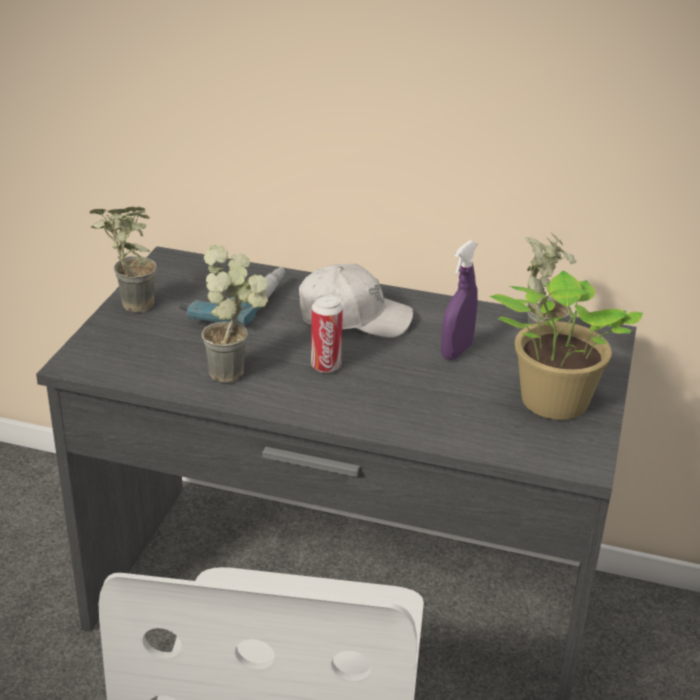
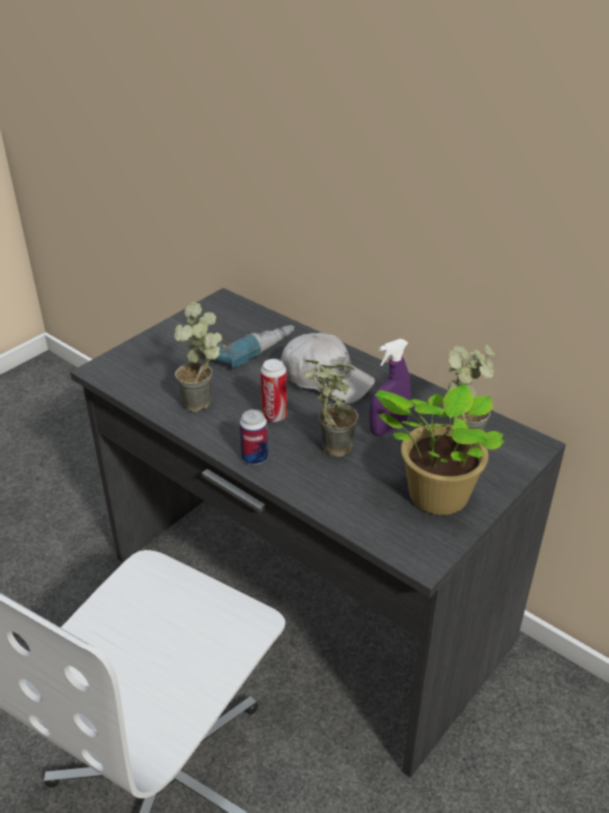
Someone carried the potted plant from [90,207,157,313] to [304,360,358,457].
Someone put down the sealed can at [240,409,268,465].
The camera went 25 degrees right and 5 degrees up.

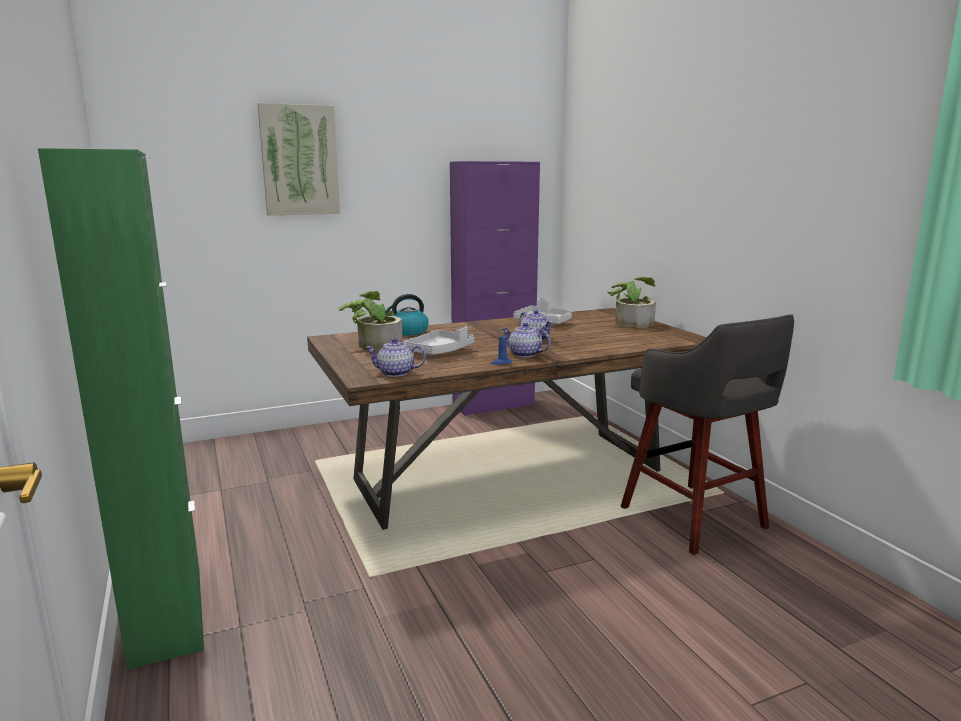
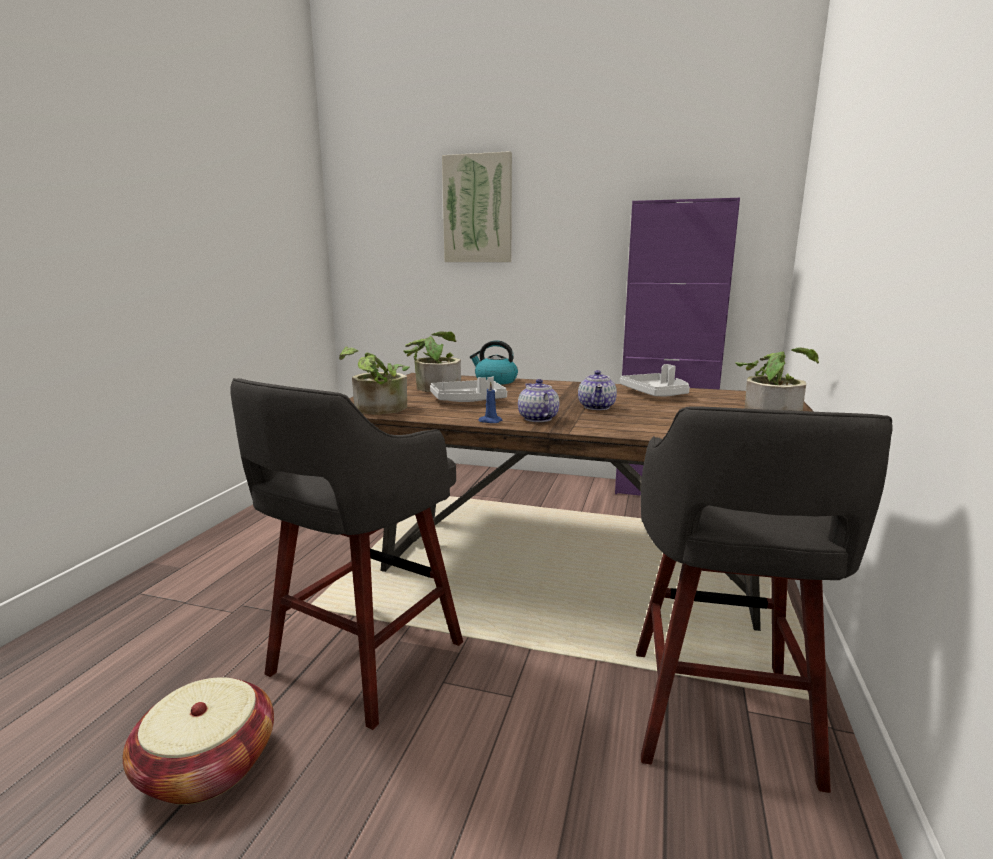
Someone took away the green-coloured cabinet at [38,148,204,670].
Someone swapped the teapot at [365,338,426,377] for the potted plant at [339,346,410,415].
Someone put down the storage basket at [123,677,274,805].
Someone put down the gray sitting stool at [231,378,463,730].
The camera went 40 degrees right and 0 degrees up.

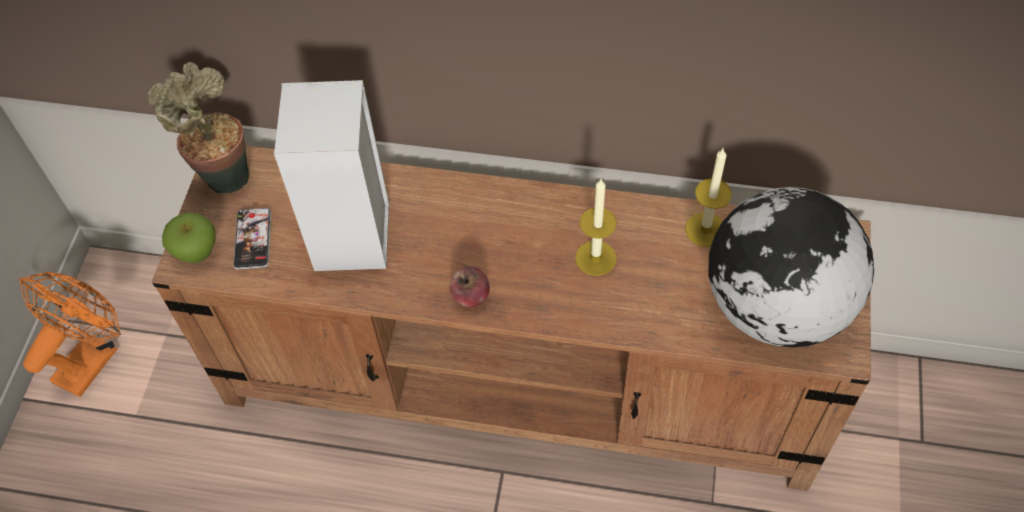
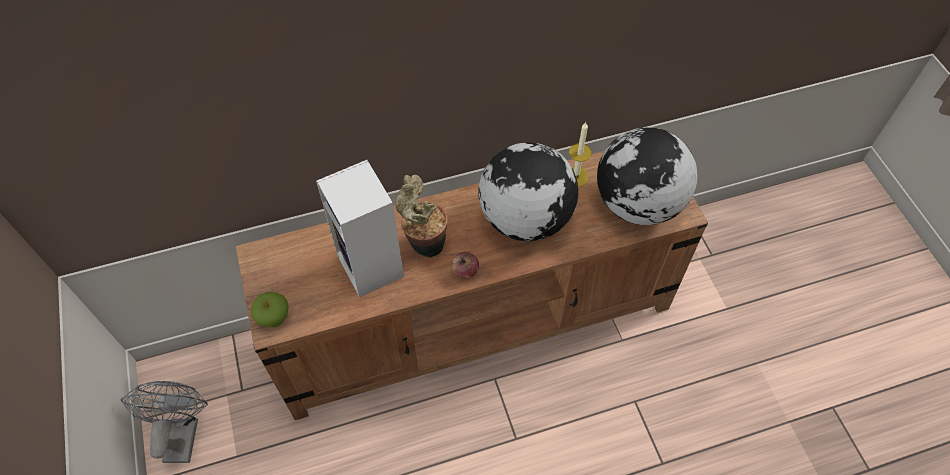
Someone repainted the orangey electric fan at [20,272,121,397], which became the gray electric fan at [120,381,208,463].
Someone carried the potted plant from [148,62,249,194] to [396,175,447,257].
Someone took away the telephone at [233,208,271,270].
Someone swapped the wax candle at [575,179,617,276] for the world globe at [478,142,578,241].
The camera went 30 degrees left and 0 degrees up.

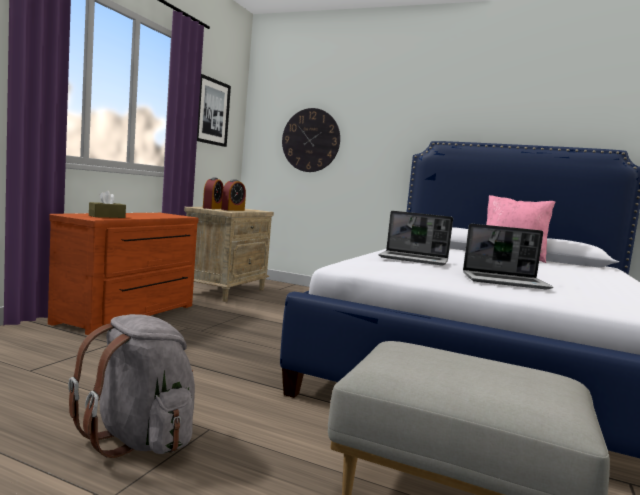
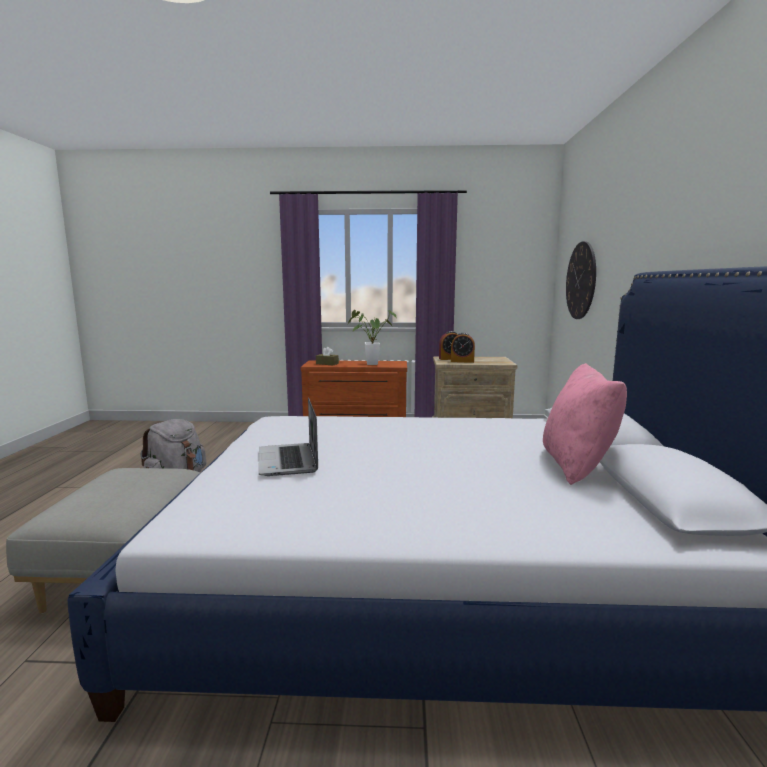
Someone took away the picture at [197,74,231,147].
Someone took away the portable computer at [379,211,453,266].
Someone put down the potted plant at [348,310,396,365].
The camera went 70 degrees right and 5 degrees up.

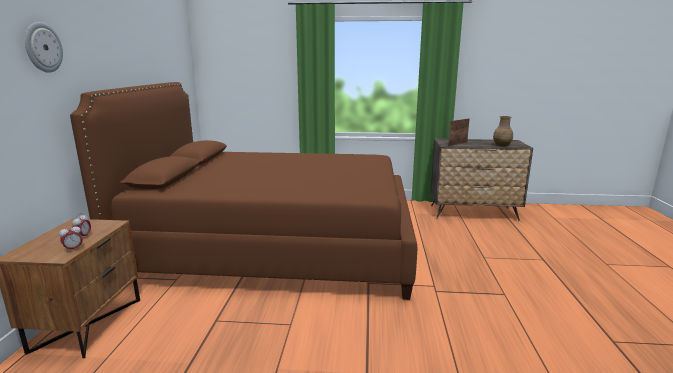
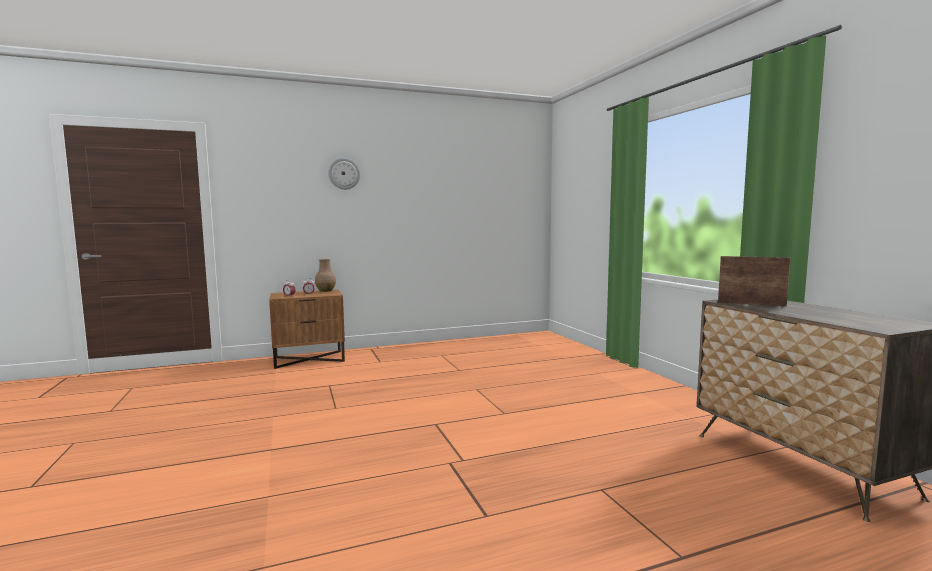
Someone took away the brown-coloured bedroom bed at [70,82,417,300].
Someone carried the brown-coloured flower vase from [493,116,513,147] to [315,259,336,292].
The camera went 65 degrees right and 10 degrees down.

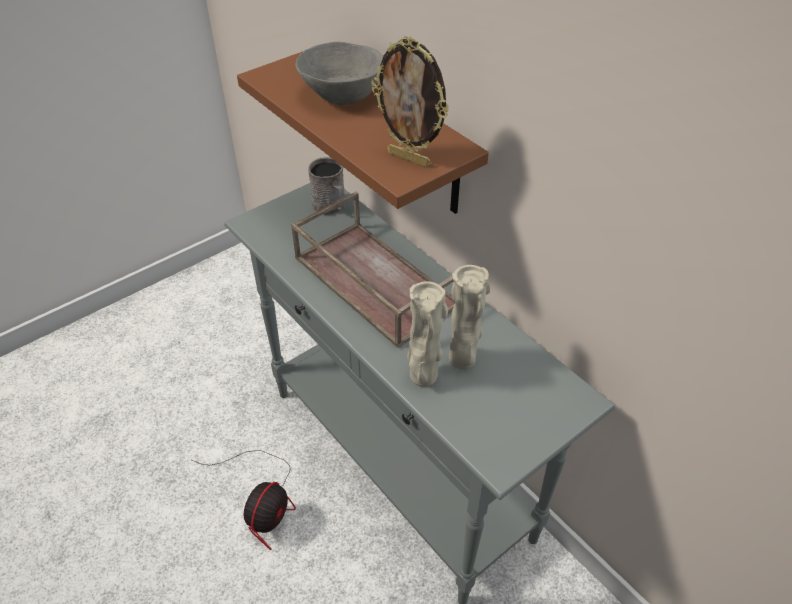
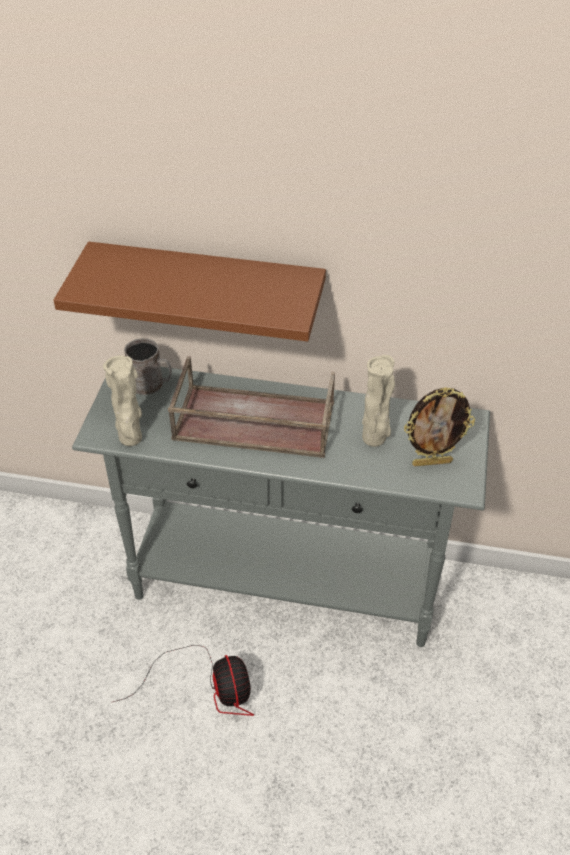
Someone took away the gray serving bowl at [296,42,383,105].
Someone carried the picture frame from [371,36,449,168] to [404,387,475,466].
Someone carried the beige-coloured flower vase from [407,281,448,387] to [103,355,142,446].
The camera went 40 degrees left and 0 degrees up.

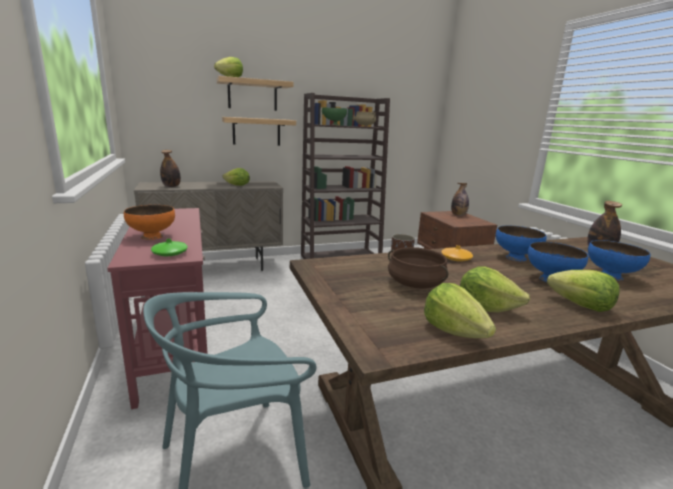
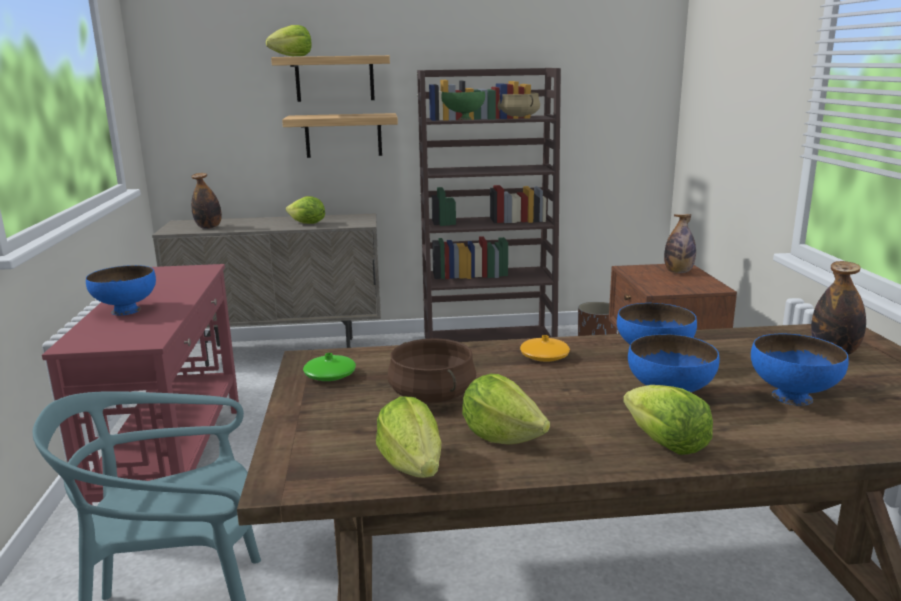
Someone repainted the orangey serving bowl at [124,205,175,240], which became the blue serving bowl at [86,265,156,316].
Someone carried the green-coloured flower vase from [151,239,188,256] to [303,353,356,381].
The camera went 15 degrees right and 0 degrees up.

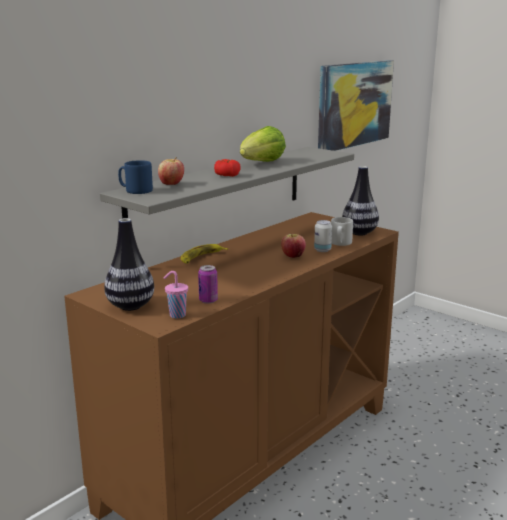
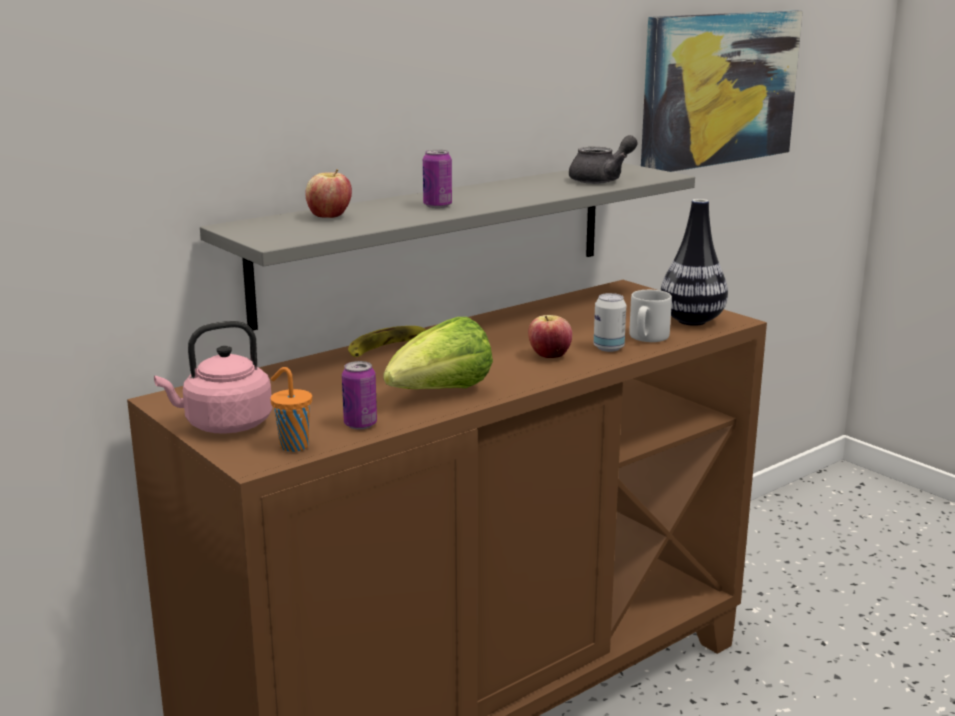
Someone swapped the flower vase at [104,218,154,311] for the pinkish tea kettle at [154,321,272,434].
Someone took away the blue coffee mug at [118,160,153,194].
Someone repainted the pinkish cup at [164,271,188,318], which became the orangey cup at [270,367,312,452].
Someone swapped the fresh tomato at [214,159,241,177] for the sealed can at [423,150,452,208].
Someone carried the lettuce from [240,126,286,162] to [383,317,493,389].
Someone put down the gray teapot at [569,135,638,184].
The camera went 10 degrees right and 0 degrees up.

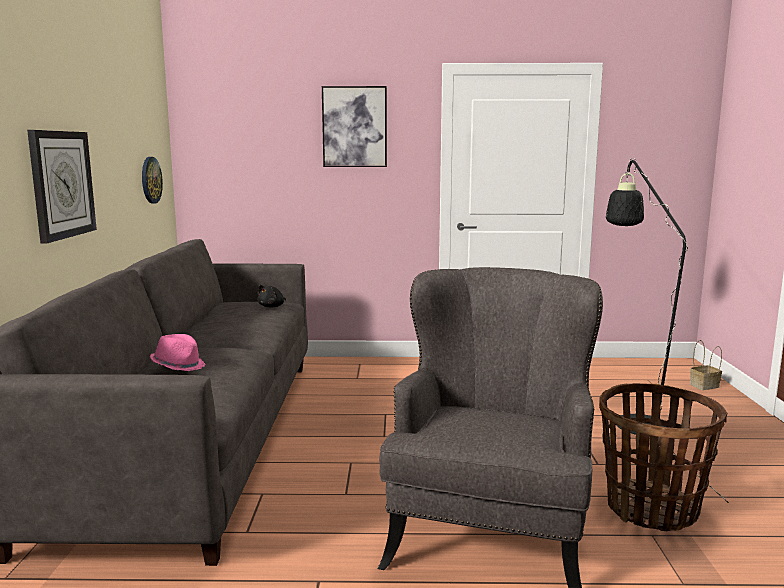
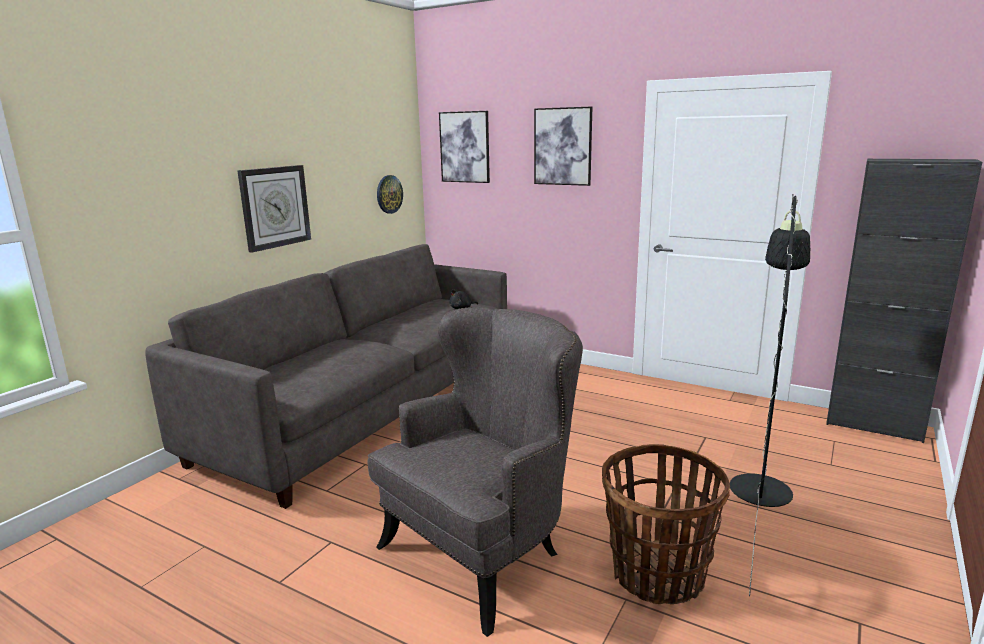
Someone took away the pinkish wearable hat at [150,334,206,371].
Someone took away the storage basket at [690,340,722,390].
Someone put up the picture at [439,111,490,183].
Someone put down the blackish cabinet at [826,159,982,443].
The camera went 30 degrees right and 5 degrees up.

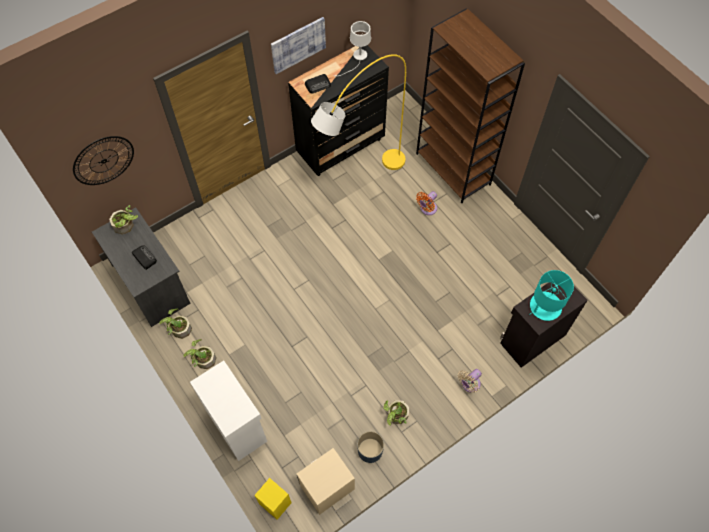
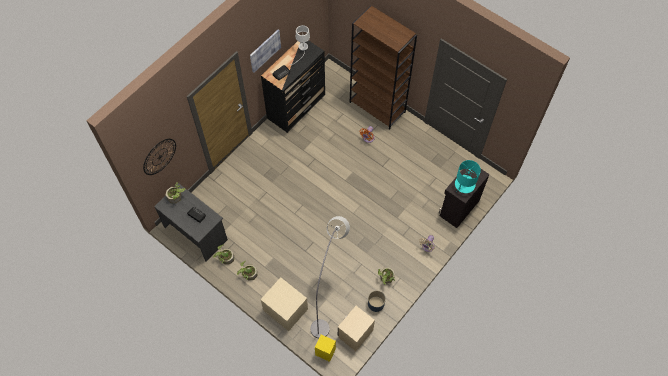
Someone swapped the white cabinet at [190,360,267,461] for the beige-coloured bedside table at [260,277,308,331].
Someone took away the yellowish standard lamp at [311,54,406,170].
Someone put down the gray standard lamp at [310,216,350,338].
The camera went 15 degrees left and 0 degrees up.

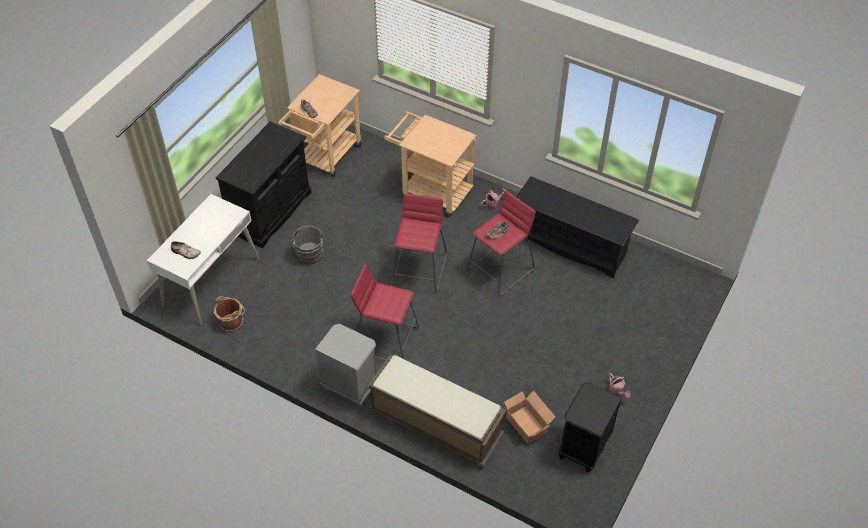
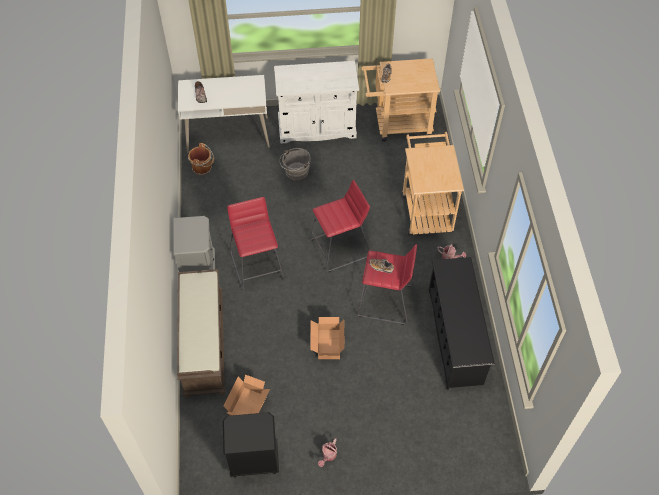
Someone repainted the blackish cabinet at [216,122,312,248], which became the white cabinet at [274,61,359,143].
Someone put down the cardboard box at [310,317,345,359].
The camera went 55 degrees right and 5 degrees up.

